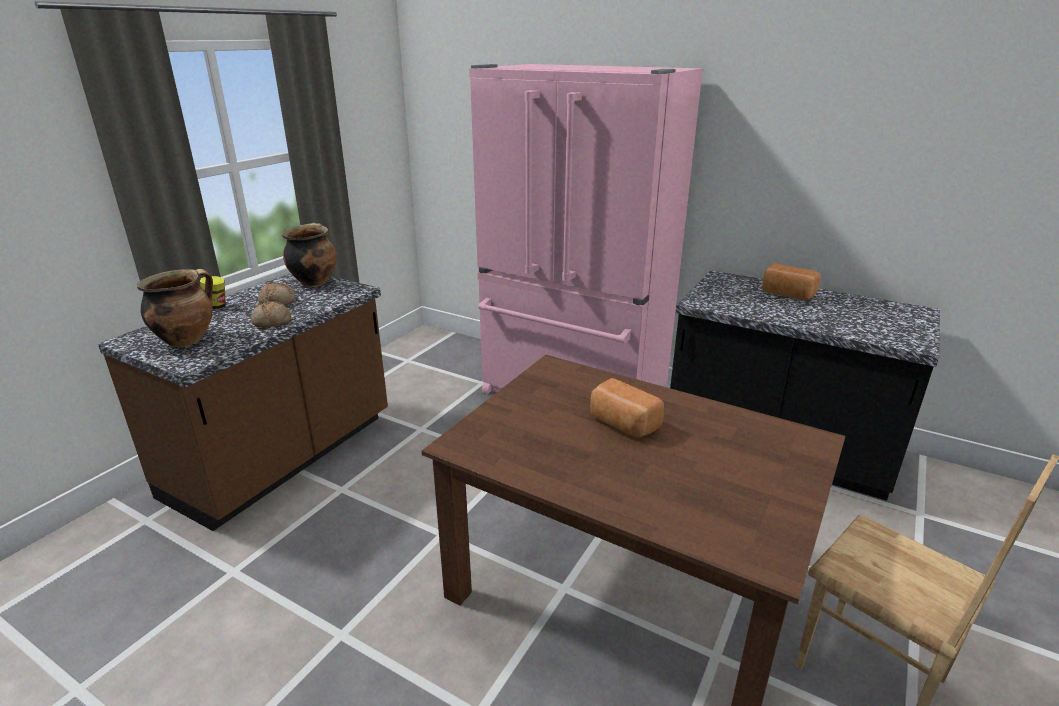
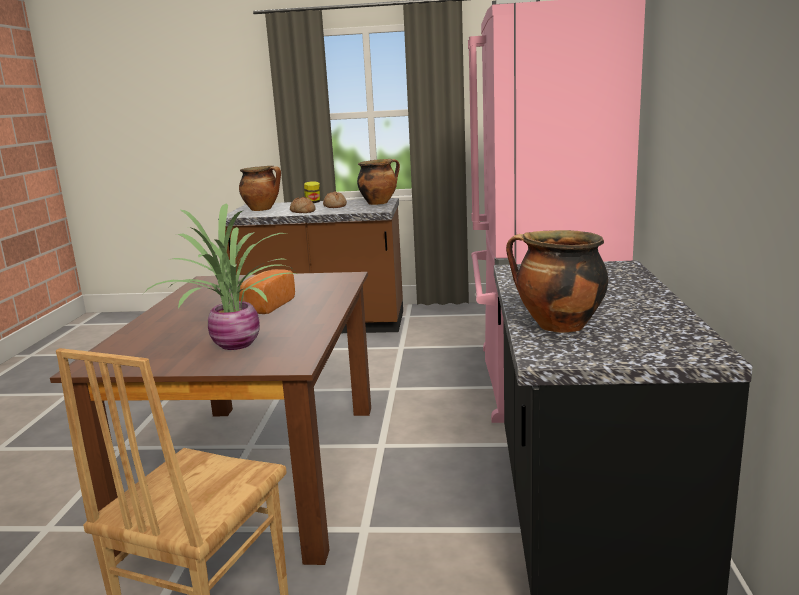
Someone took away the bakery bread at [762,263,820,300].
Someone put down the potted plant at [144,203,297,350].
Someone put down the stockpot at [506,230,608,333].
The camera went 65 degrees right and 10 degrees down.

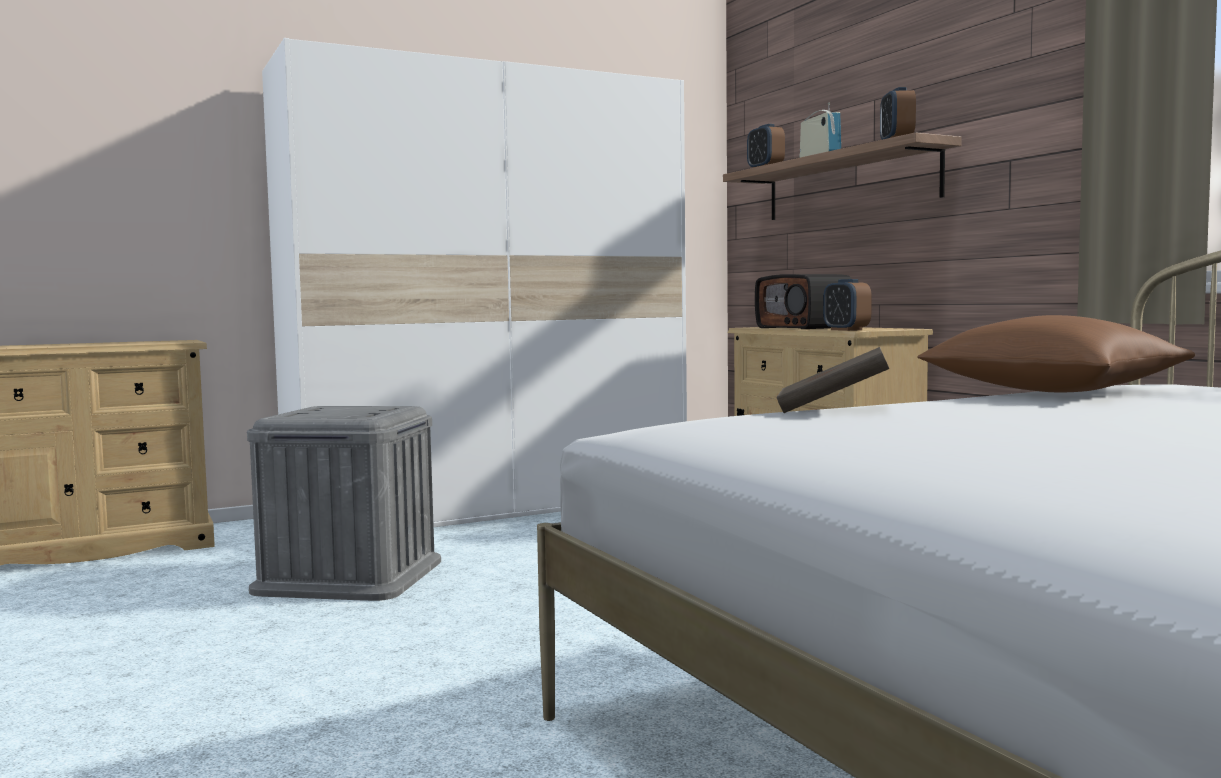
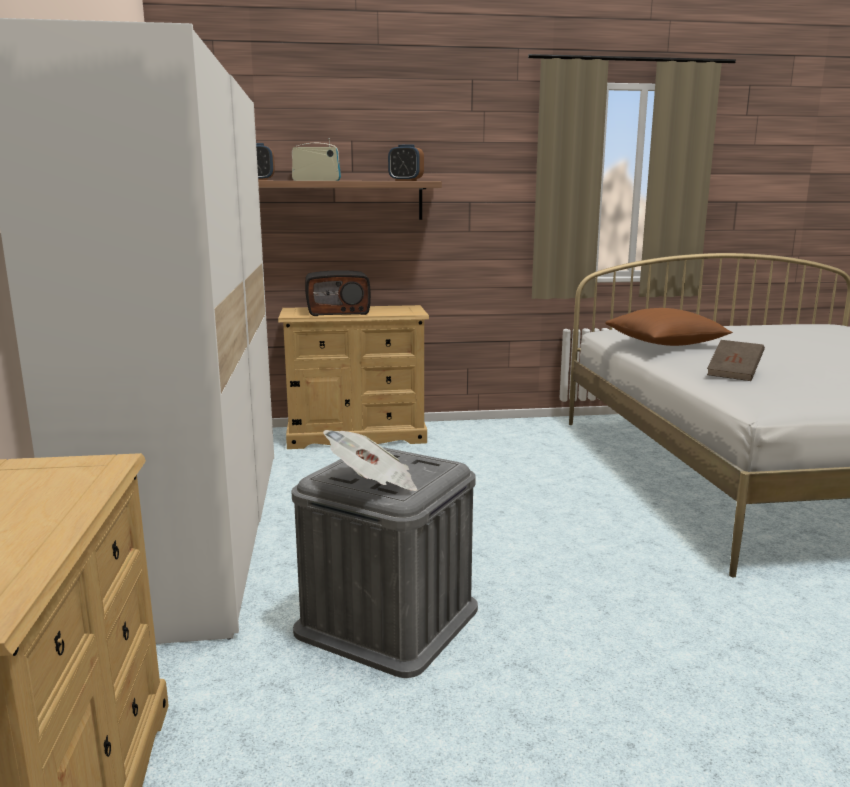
Someone took away the table clock at [823,279,872,331].
Someone put down the daily paper at [323,430,418,491].
The camera went 70 degrees left and 10 degrees up.

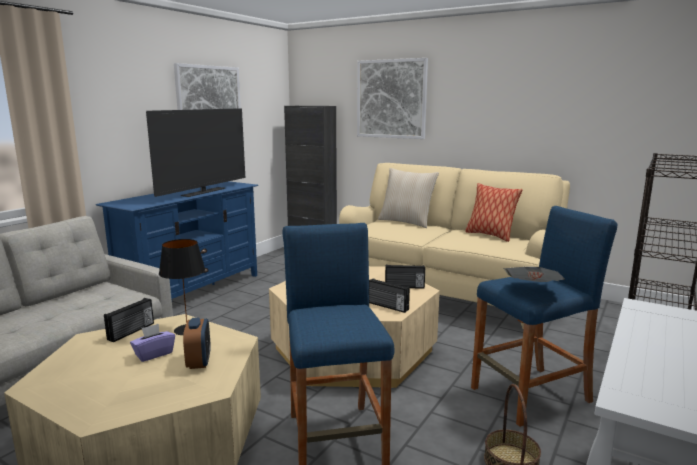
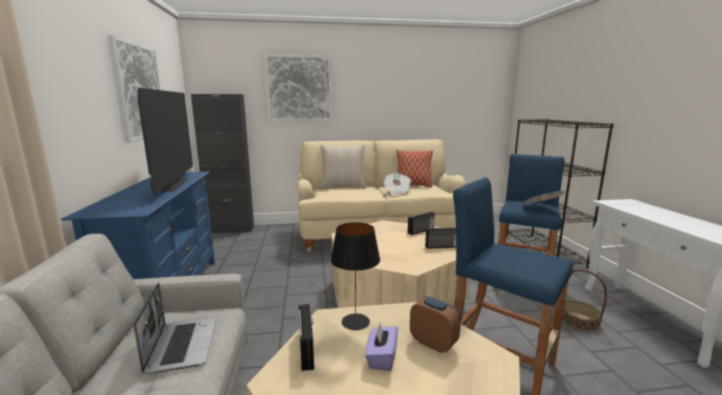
Someone put down the portable computer at [133,283,216,375].
Someone put down the daily paper at [383,172,411,195].
The camera went 40 degrees left and 0 degrees up.

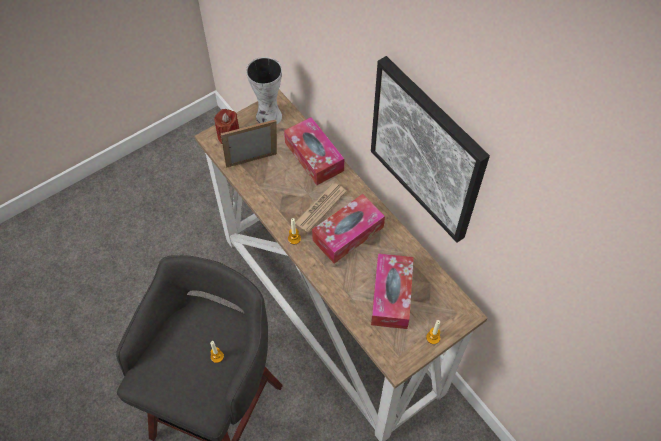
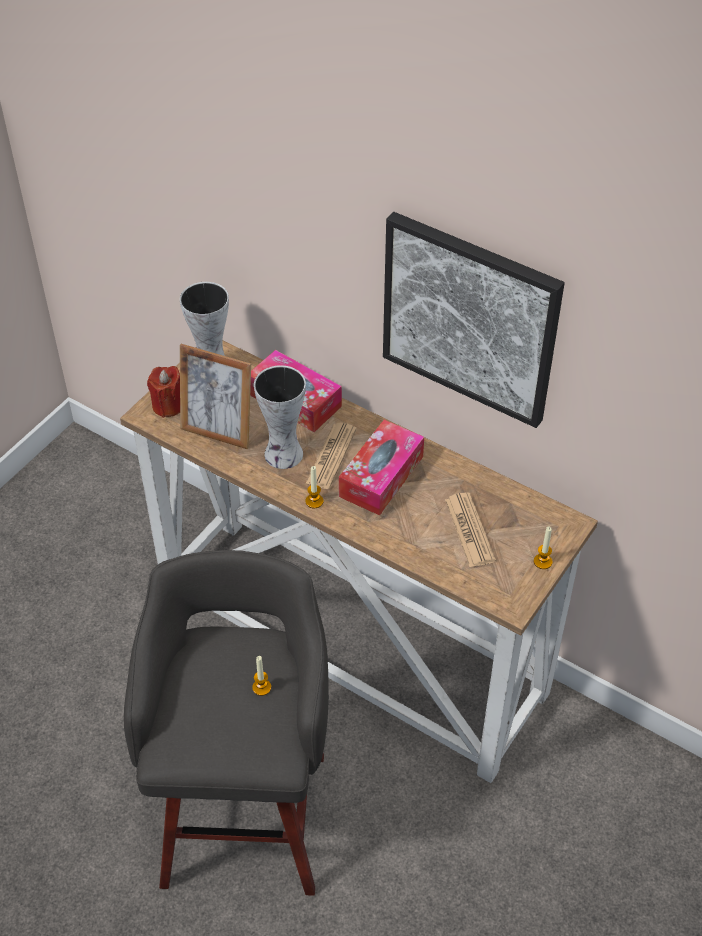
Someone rotated the picture frame at [221,119,277,168] by 120 degrees counterclockwise.
Someone swapped the tissue box at [371,253,414,329] for the daily paper at [445,492,496,567].
Someone put down the flower vase at [254,365,306,469].
The camera went 20 degrees left and 10 degrees down.

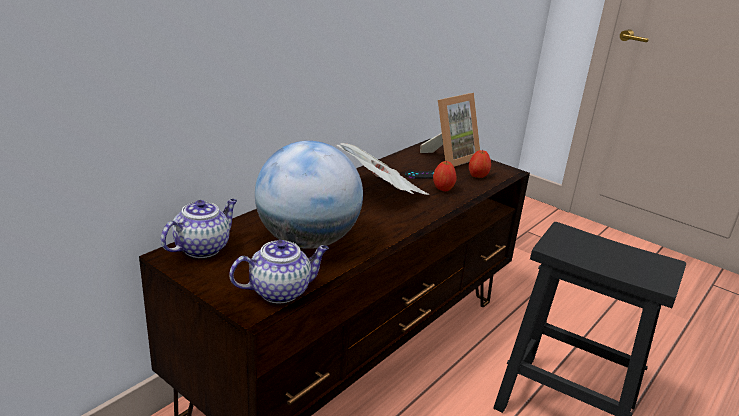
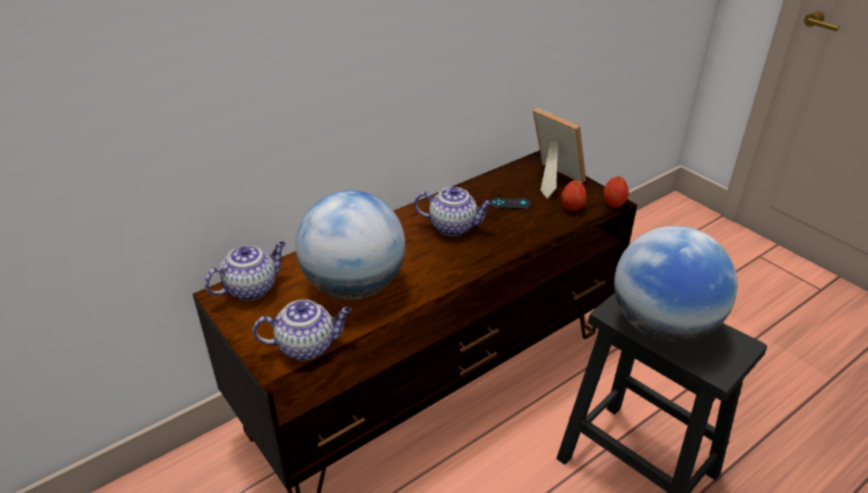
Someone swapped the daily paper at [336,143,429,195] for the teapot at [414,187,493,236].
Someone rotated the picture frame at [420,93,480,167] by 105 degrees counterclockwise.
Someone carried the whole apple from [433,161,457,191] to [604,176,629,208].
Someone put down the world globe at [614,226,737,343].
The camera went 15 degrees right and 10 degrees up.

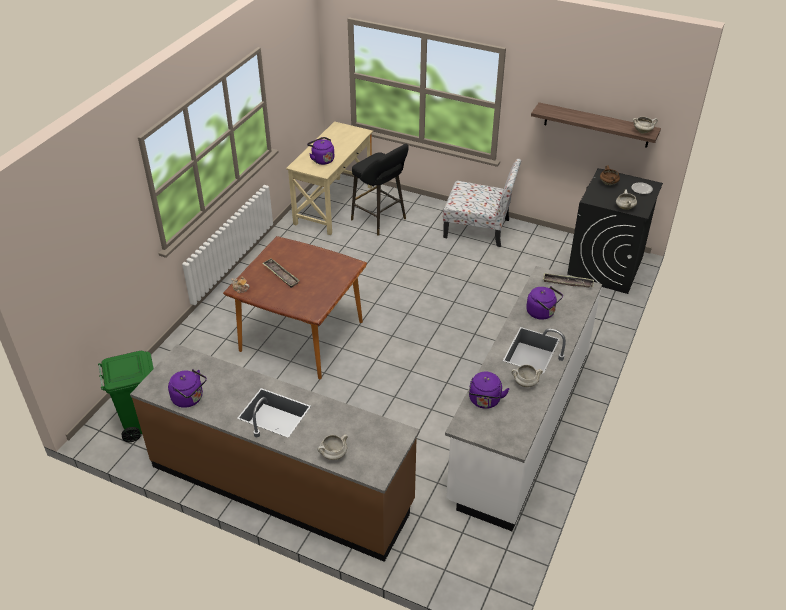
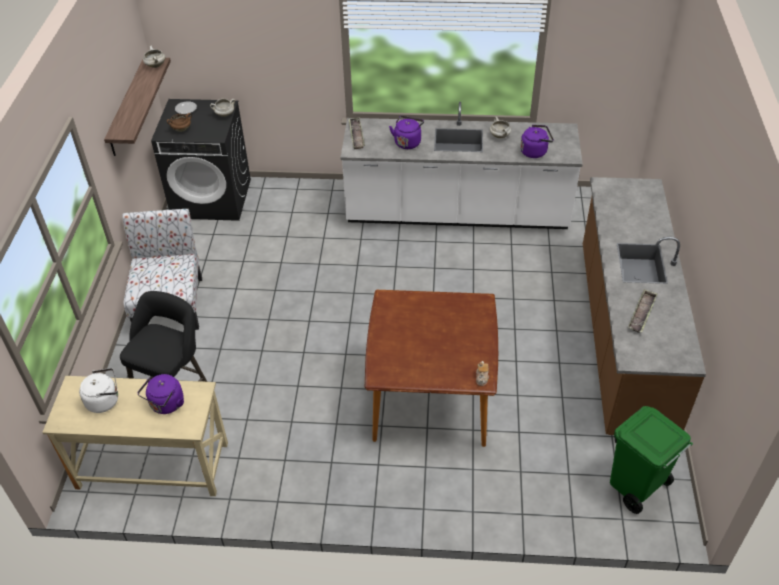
Someone took away the purplish tea kettle at [168,369,207,408].
Someone carried the serving tray from [262,258,300,288] to [628,289,657,333].
Someone took away the white stockpot at [318,434,348,460].
Someone put down the white tea kettle at [79,368,118,413].
The camera went 110 degrees left and 5 degrees up.

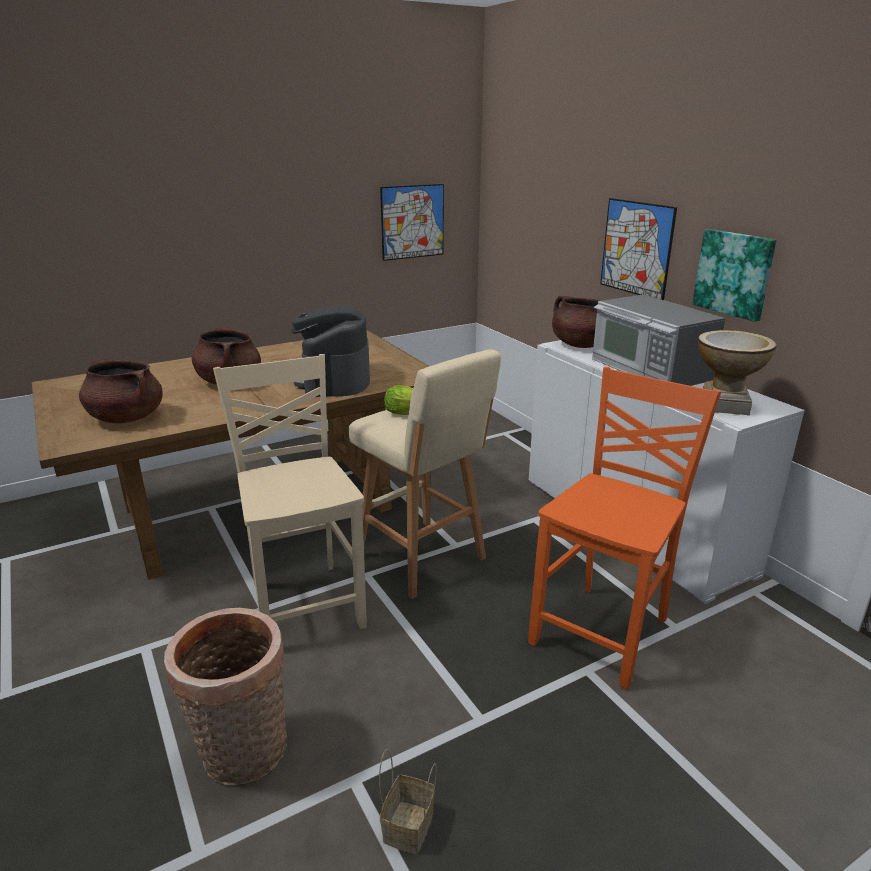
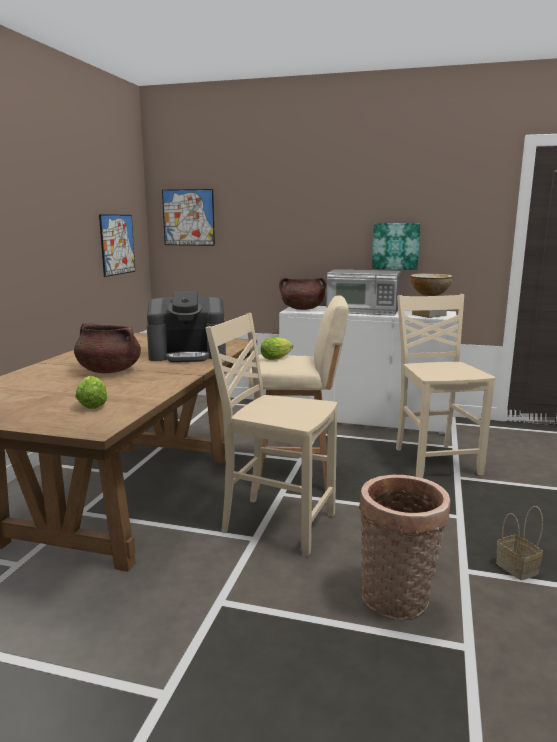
Someone swapped the brown-coloured stockpot at [79,359,163,423] for the lettuce at [75,376,107,409].
Someone rotated the coffee machine at [291,305,370,397] by 45 degrees counterclockwise.
Someone repainted the orangey plain chair at [528,367,721,690], which became the beige-coloured plain chair at [396,294,496,478].
Someone carried the picture from [600,198,677,300] to [162,189,215,246].
The camera went 45 degrees left and 10 degrees down.

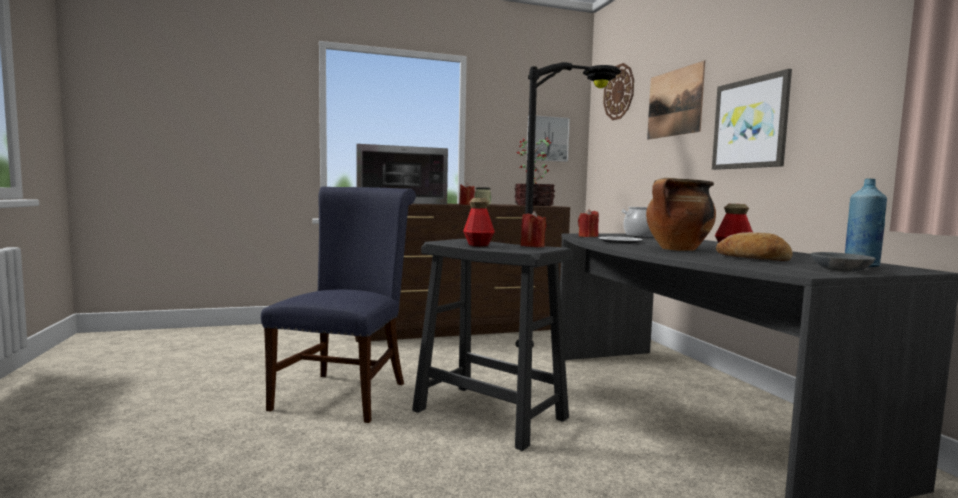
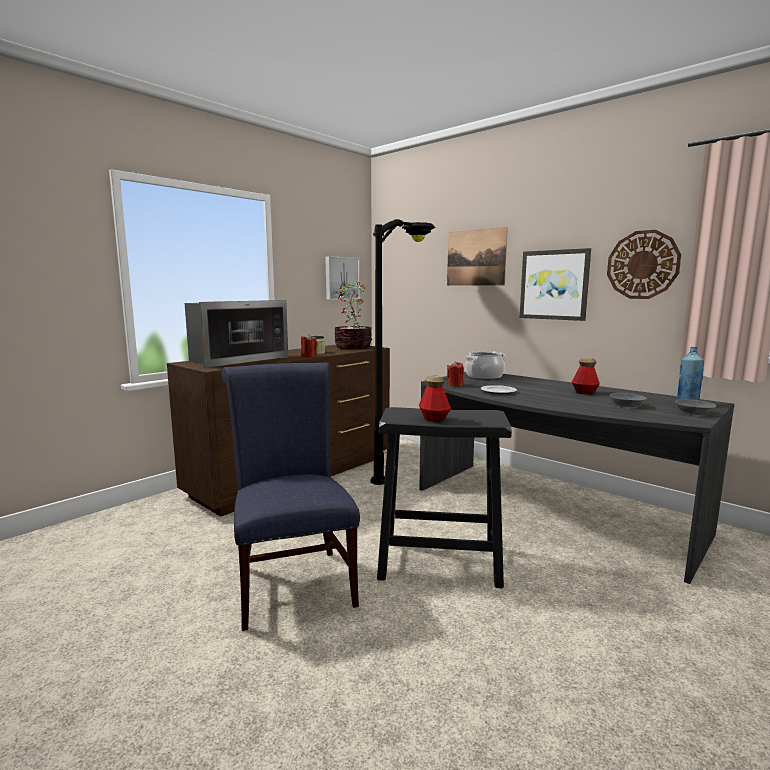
Someone took away the reddish wax candle at [521,211,546,247].
Someone carried the hanging clock from [603,63,634,120] to [607,230,681,299].
Someone took away the stockpot at [646,178,716,251].
Someone swapped the bakery bread at [716,232,792,261] for the gray serving bowl at [610,393,647,407].
The camera went 30 degrees left and 5 degrees up.

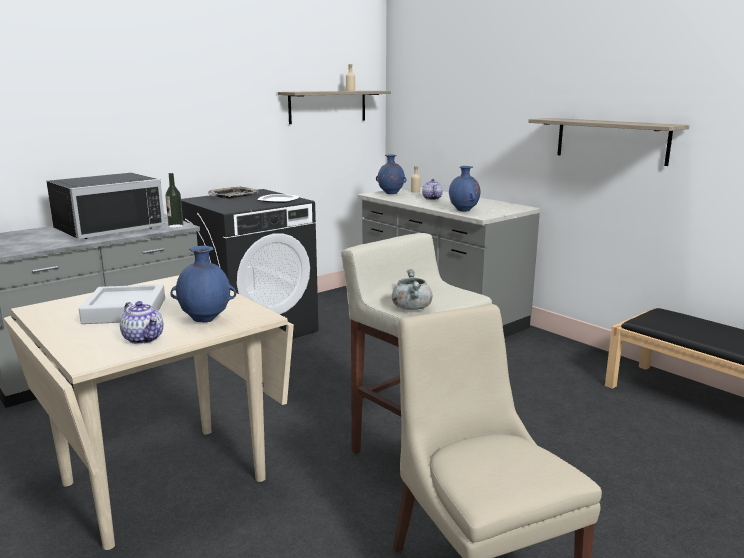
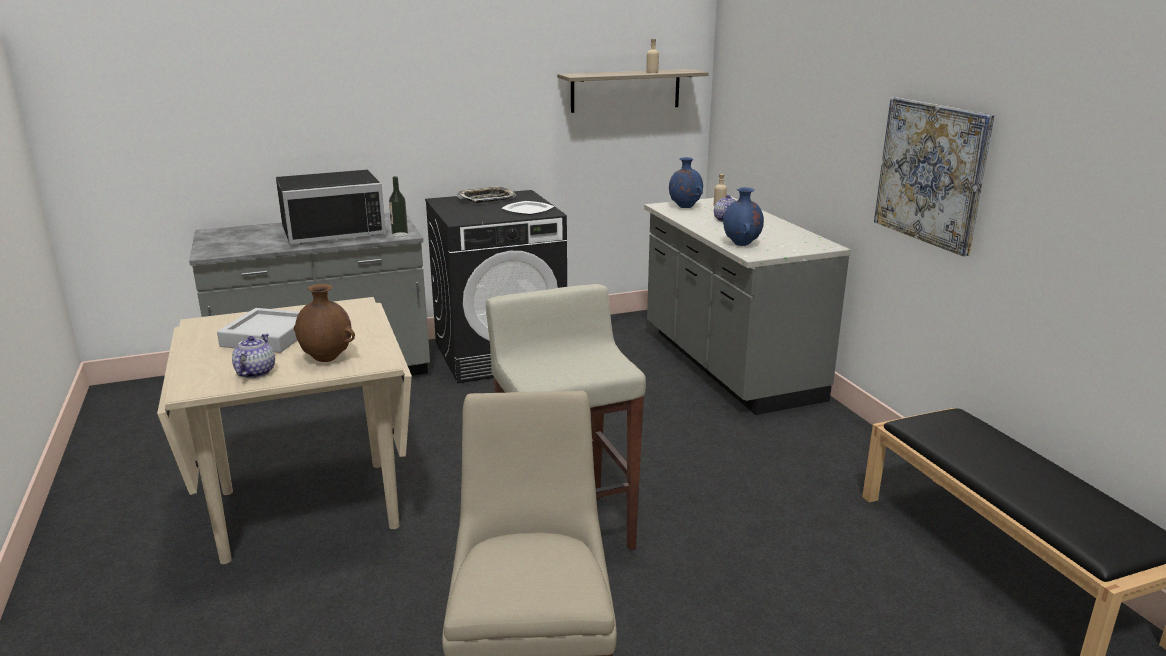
Someone rotated the teapot at [120,301,163,344] by 150 degrees counterclockwise.
Someone repainted the blue flower vase at [171,246,236,323], which became the brown-coloured flower vase at [294,284,355,362].
Someone took away the gray stockpot at [392,269,433,310].
Someone swapped the shelf at [528,118,689,166] for the picture at [874,97,995,256].
The camera went 20 degrees right and 5 degrees up.

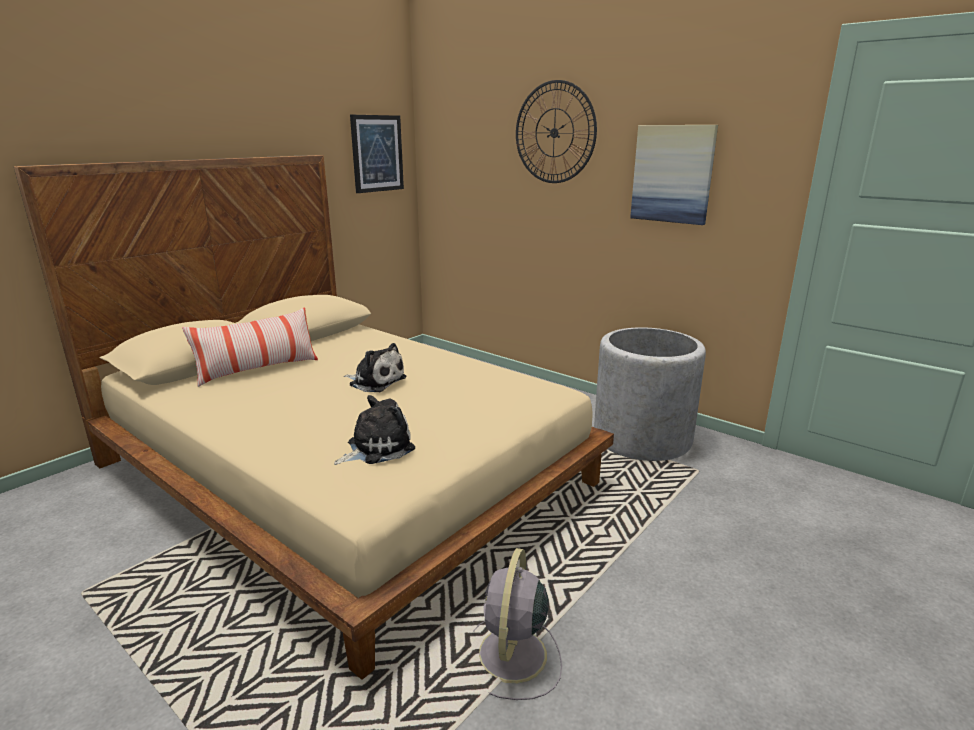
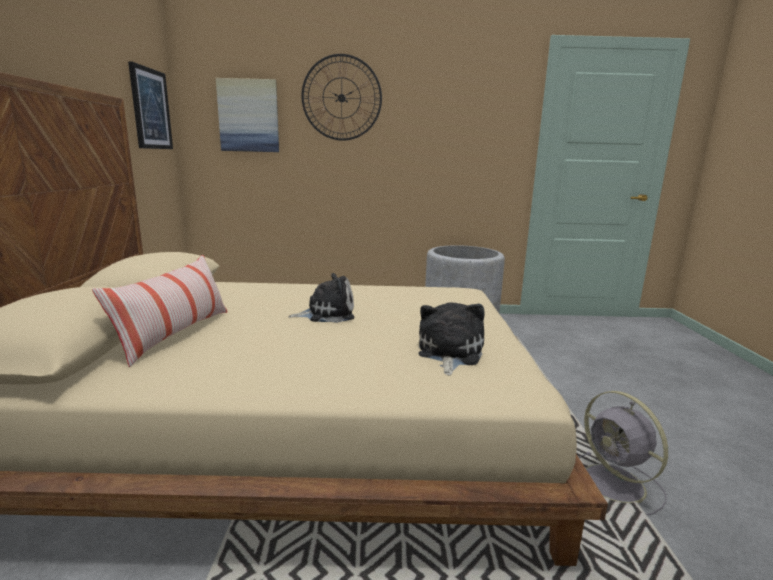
Someone carried the picture from [630,125,718,225] to [216,78,279,152].
The camera went 40 degrees left and 5 degrees down.

